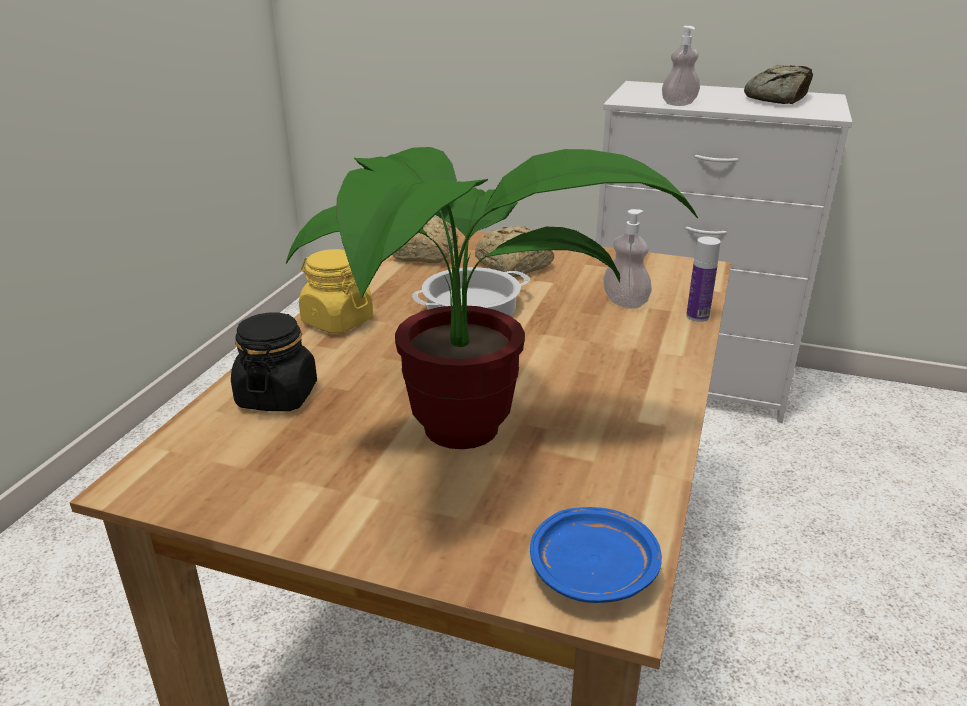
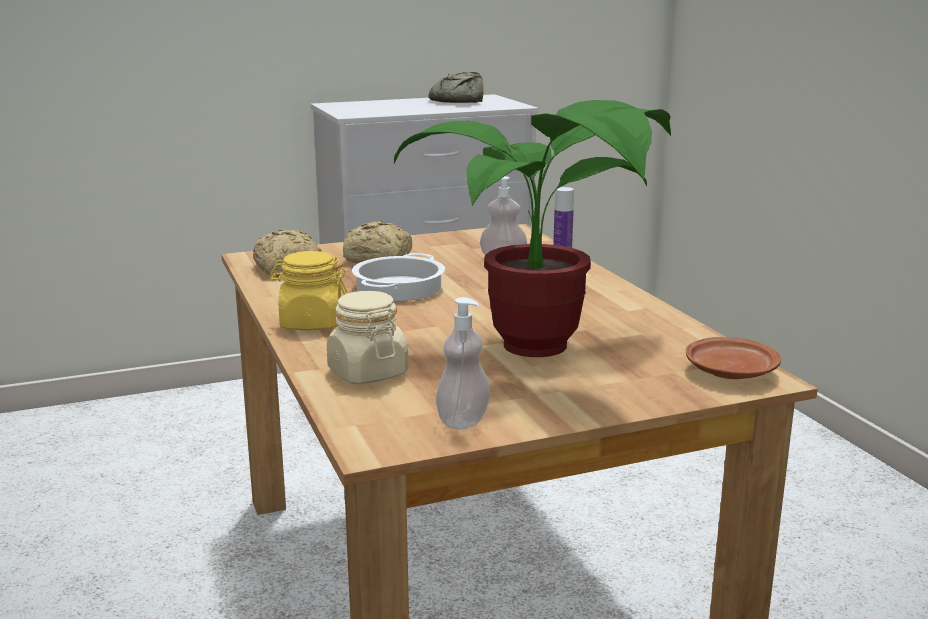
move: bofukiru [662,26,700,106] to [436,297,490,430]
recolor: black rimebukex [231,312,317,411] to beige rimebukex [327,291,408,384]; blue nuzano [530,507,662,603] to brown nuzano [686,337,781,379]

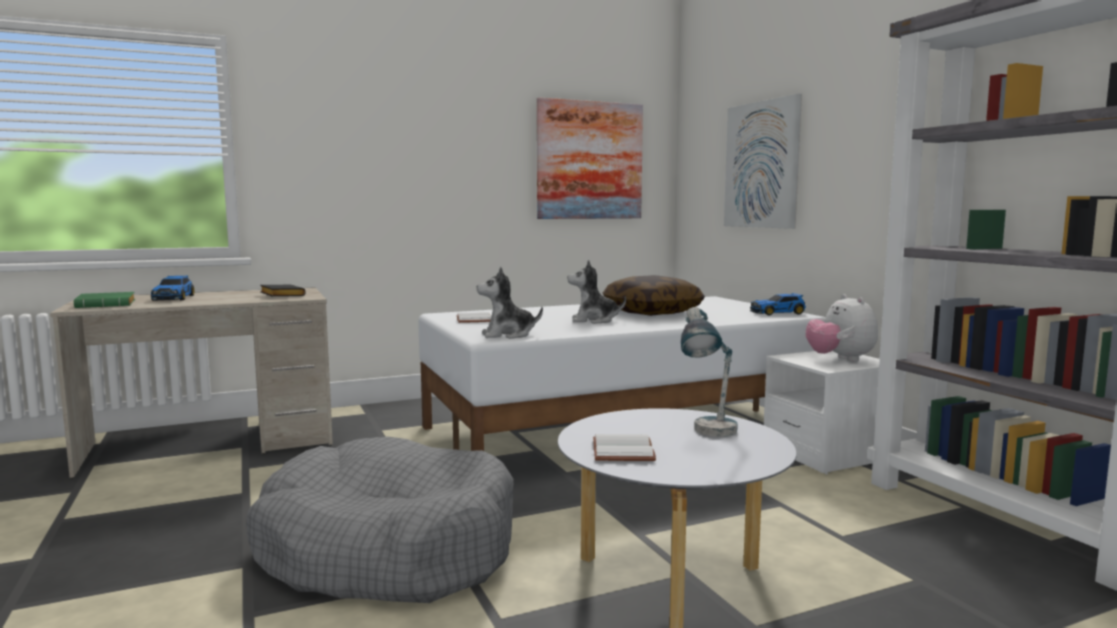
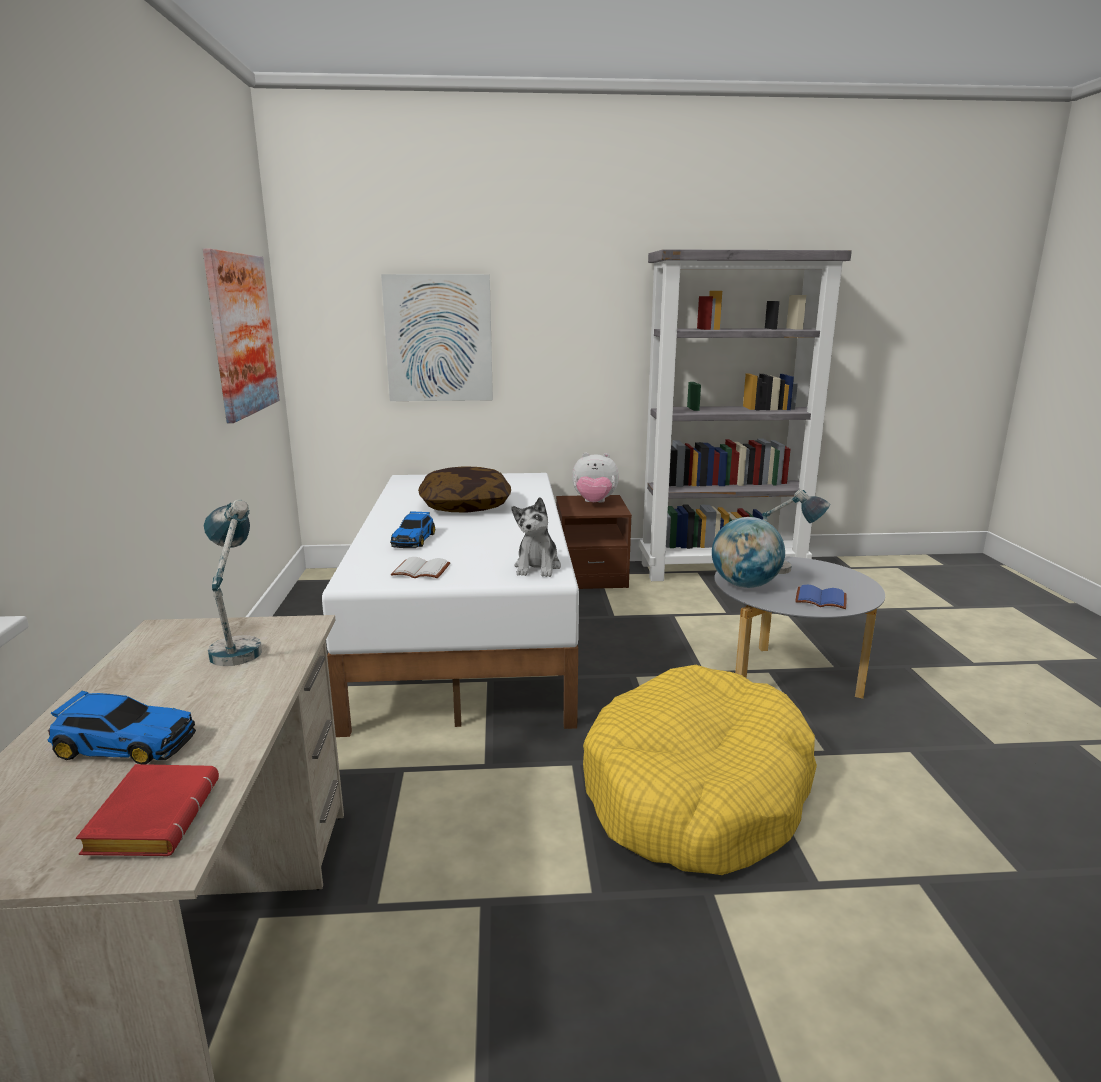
delete: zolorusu [567,260,626,324]
insert: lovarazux [712,517,785,588]
move: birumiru [750,293,806,315] to [390,511,435,548]
replace: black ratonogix [260,285,306,296] to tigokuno [204,499,262,666]
recolor: green ratonogix [74,292,135,308] to red ratonogix [76,764,219,856]; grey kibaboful [246,436,514,603] to yellow kibaboful [583,665,817,875]; white ratonogix [593,434,656,461] to blue ratonogix [795,585,847,609]; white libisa [764,351,879,474] to brown libisa [556,495,632,589]

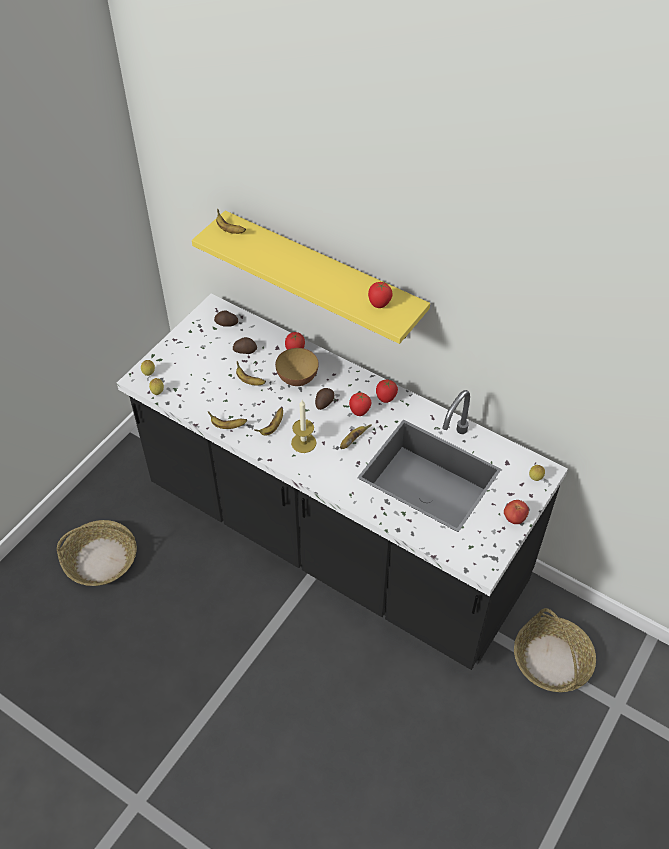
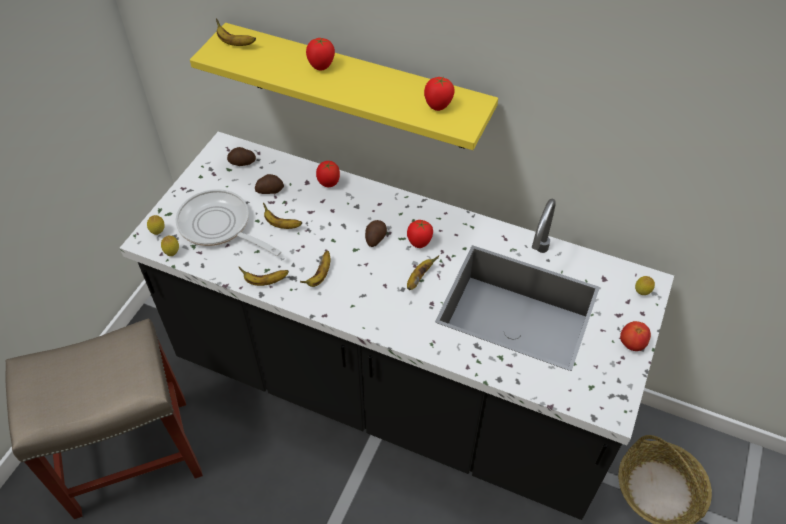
delete: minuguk [275,348,319,386]; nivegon [291,400,317,453]
insert: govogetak [175,189,281,256]
move: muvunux [376,379,398,403] to [306,37,335,71]
replace: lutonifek [57,520,137,586] to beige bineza [5,319,203,519]

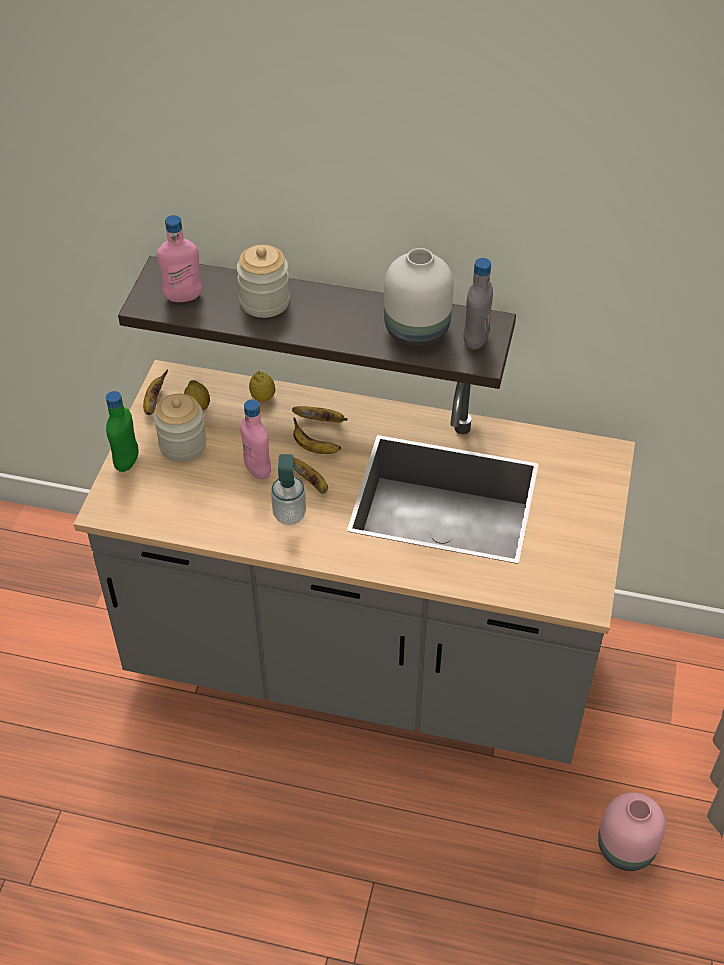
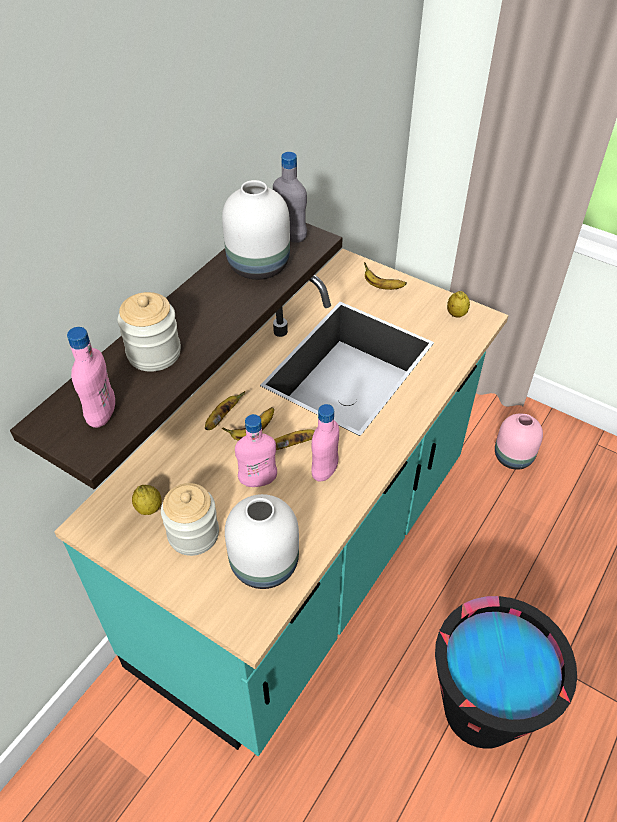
delete: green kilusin [106,391,139,472]
insert: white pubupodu [225,494,299,589]; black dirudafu [435,596,577,749]
move: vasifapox [143,369,168,415] to [364,262,407,290]; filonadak [249,371,276,401] to [447,291,470,318]
replace: bofukiru [271,454,306,525] to pink kilusin [311,404,339,482]
recolor: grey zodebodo [74,360,635,764] to turquoise zodebodo [54,249,509,756]

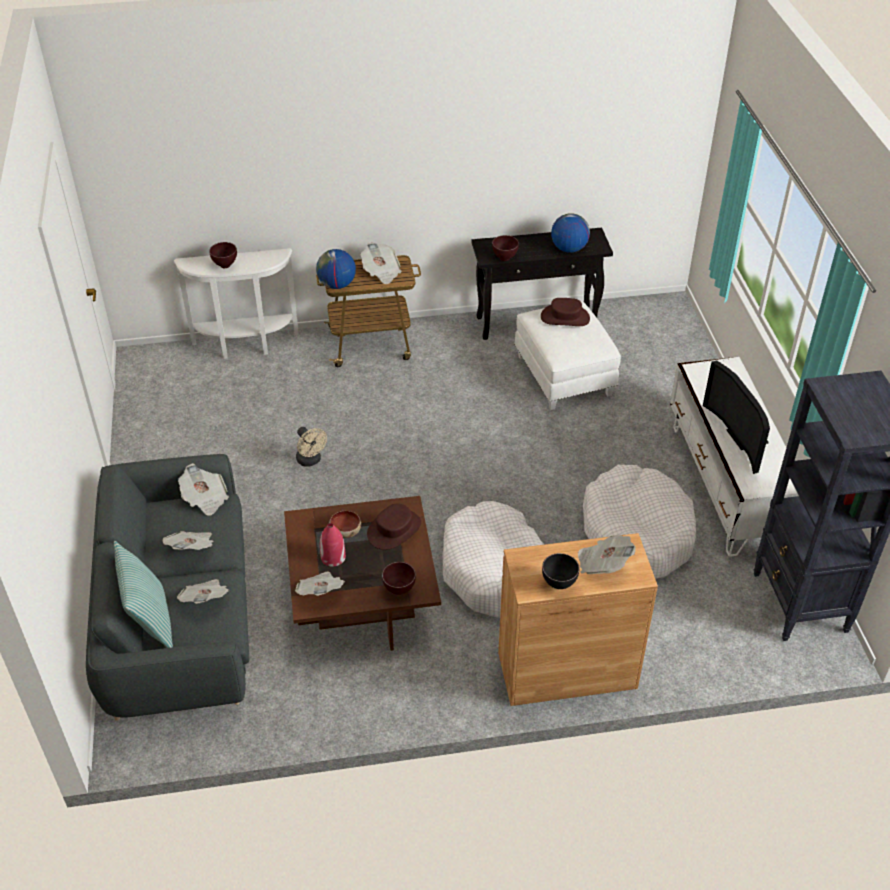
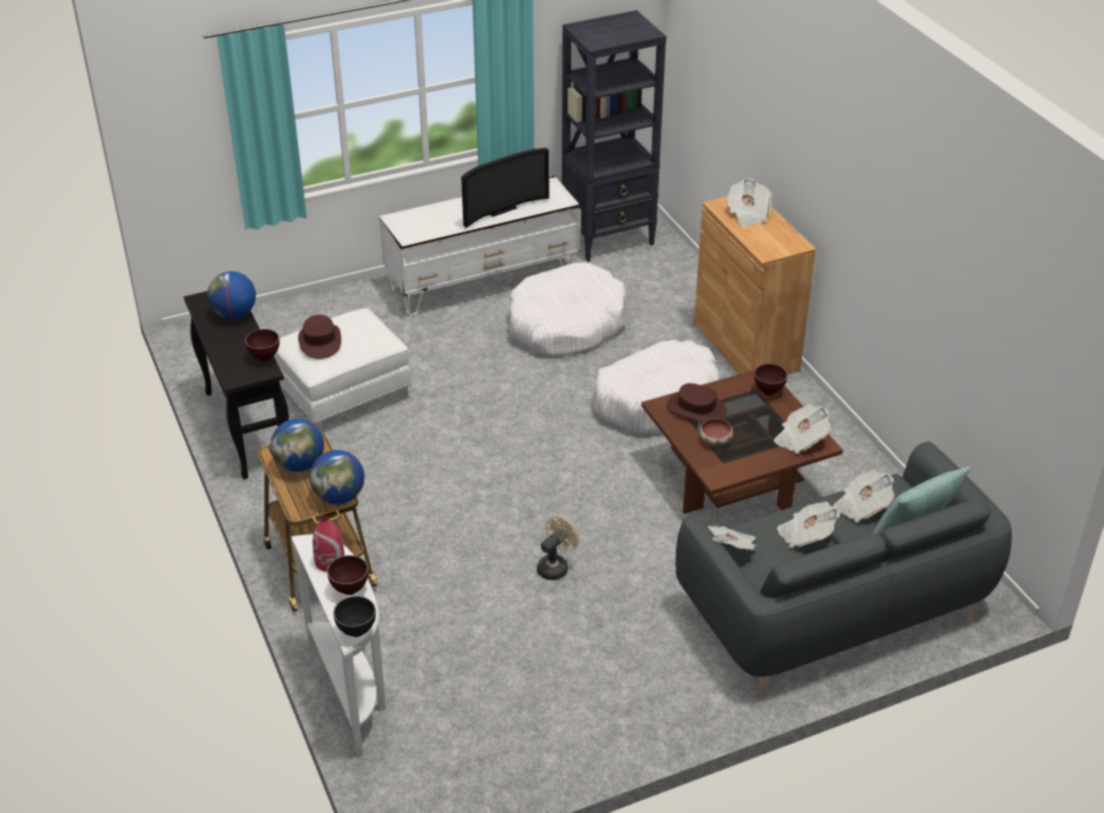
move: red pubupodu [320,523,346,567] to [313,517,345,572]; black minuguk [542,553,580,589] to [333,596,376,637]
replace: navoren [361,242,402,284] to lovarazux [270,419,324,472]

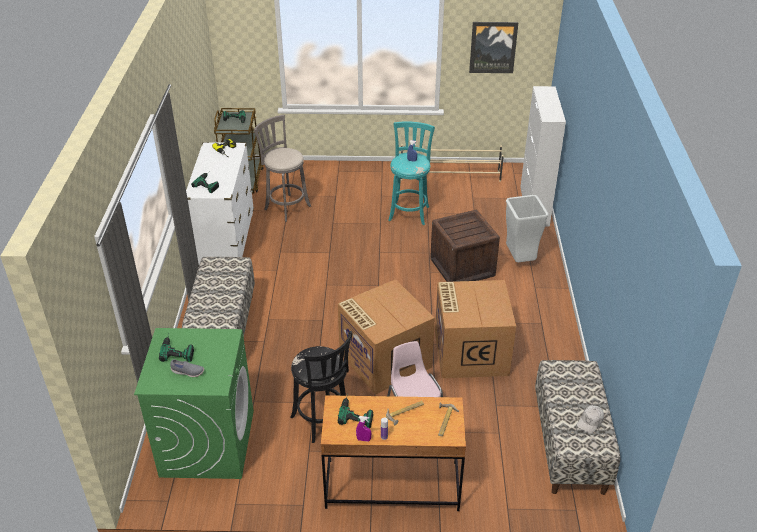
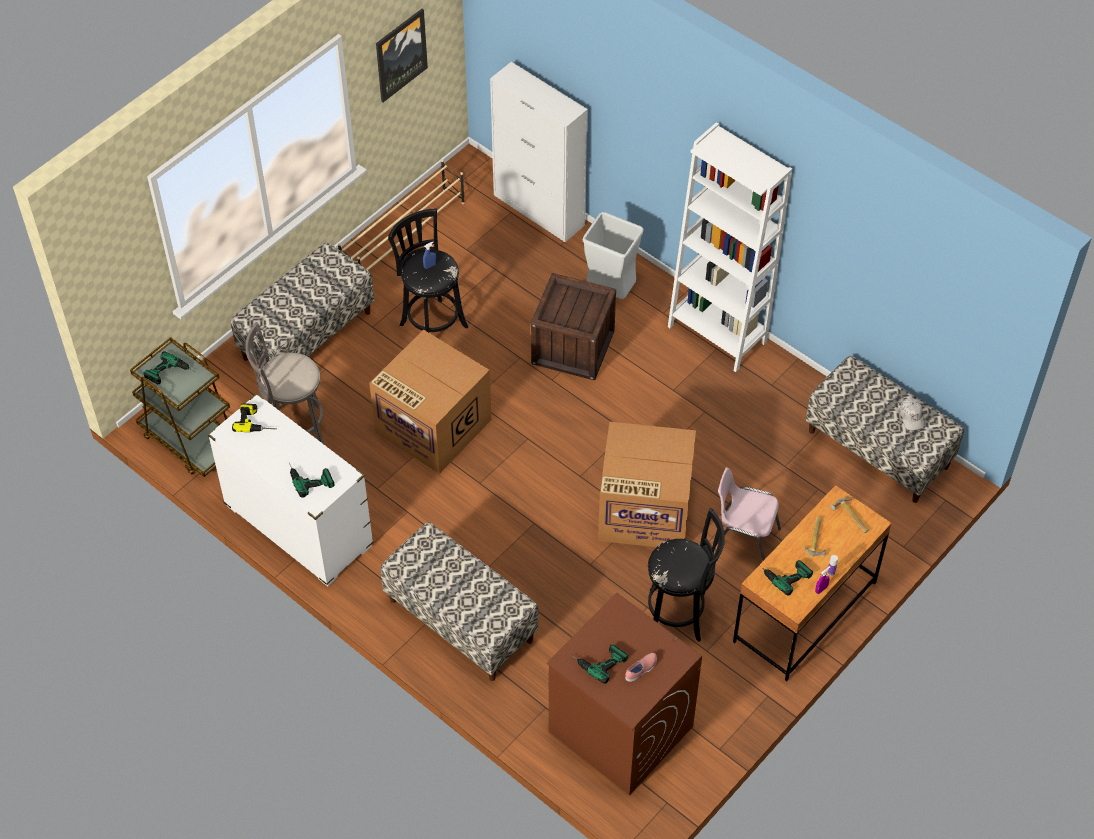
insert: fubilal [231,242,374,363]; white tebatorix [668,123,792,372]
move: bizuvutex [435,280,516,378] to [369,330,491,474]
recolor: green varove [134,328,254,479] to brown varove [547,593,702,795]; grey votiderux [170,359,204,377] to pink votiderux [625,653,657,682]; turquoise bineza [388,121,435,225] to black bineza [388,208,468,332]

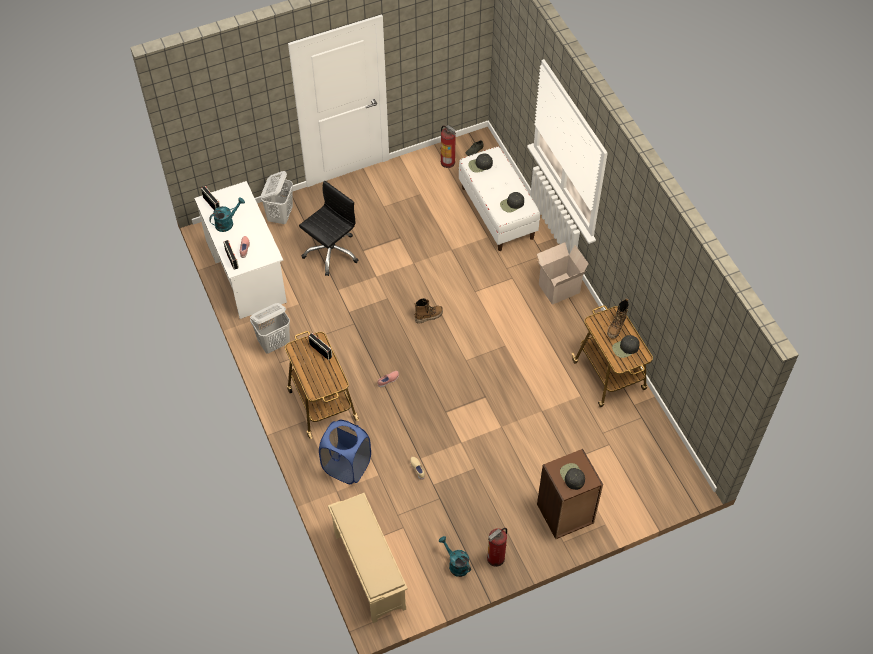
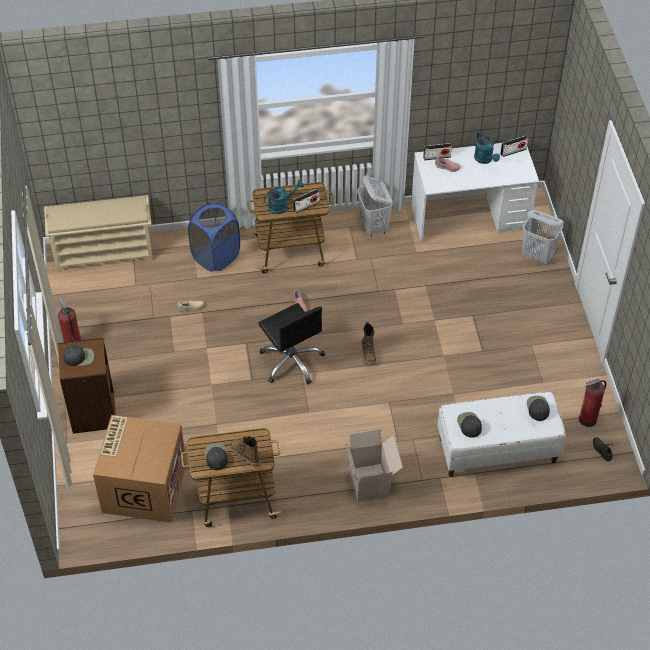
insert: bizuvutex [93,415,187,523]
move: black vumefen [299,180,358,276] to [258,303,325,384]; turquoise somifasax [439,536,471,577] to [264,180,304,214]

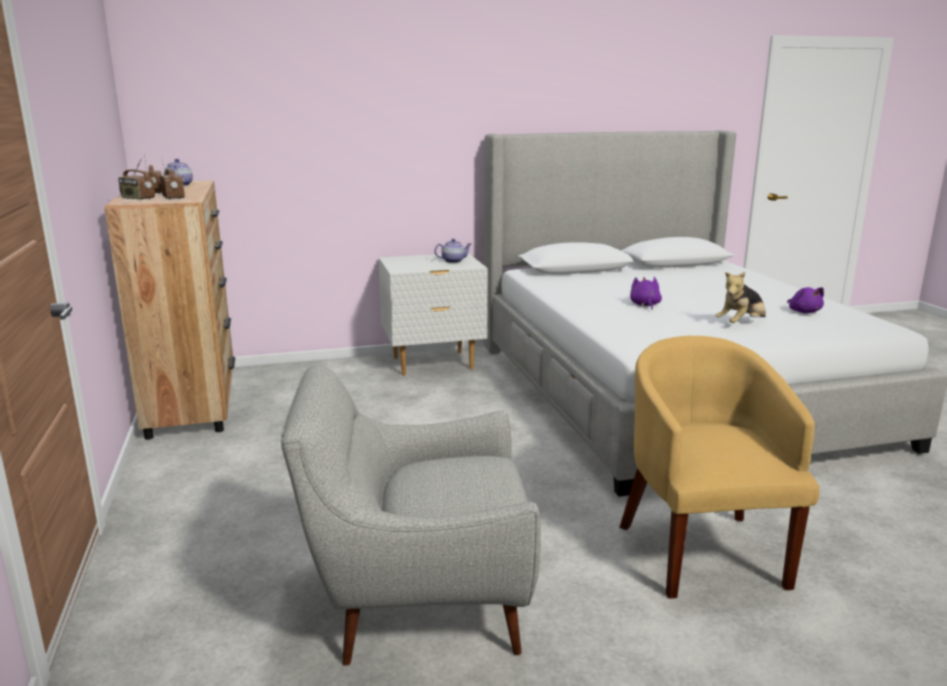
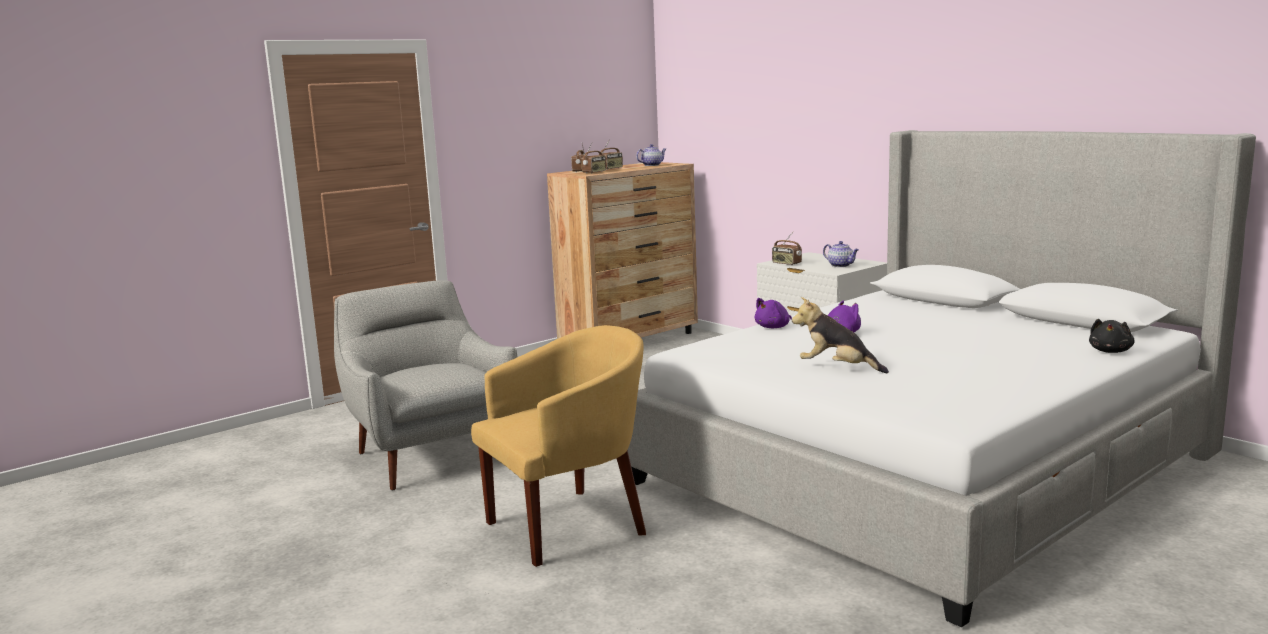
insert: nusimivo [772,231,802,265]; black zolorusu [1089,319,1135,353]
move: purple zolorusu [787,287,824,313] to [755,298,792,328]

